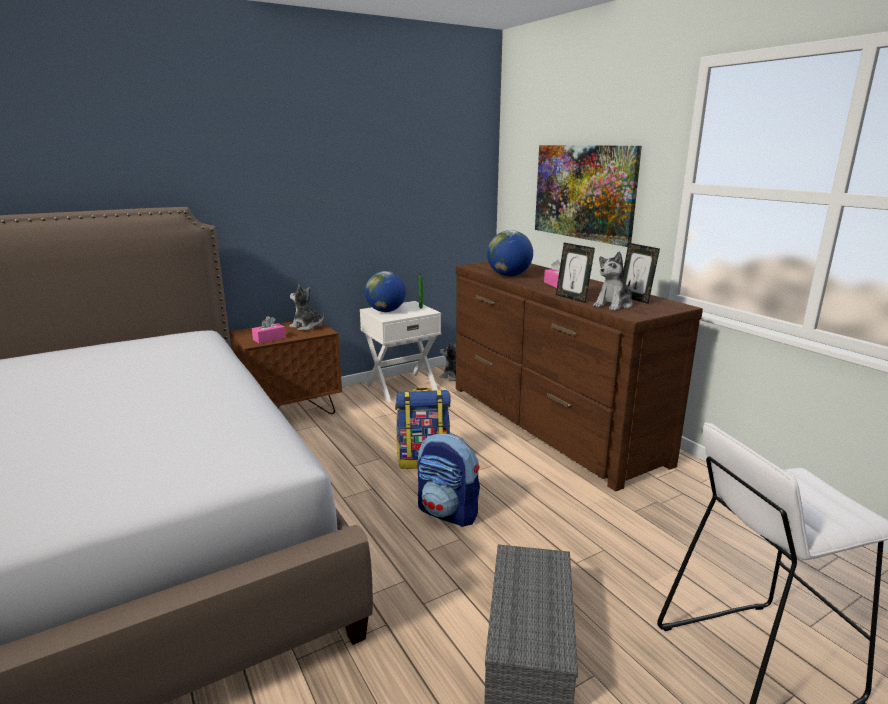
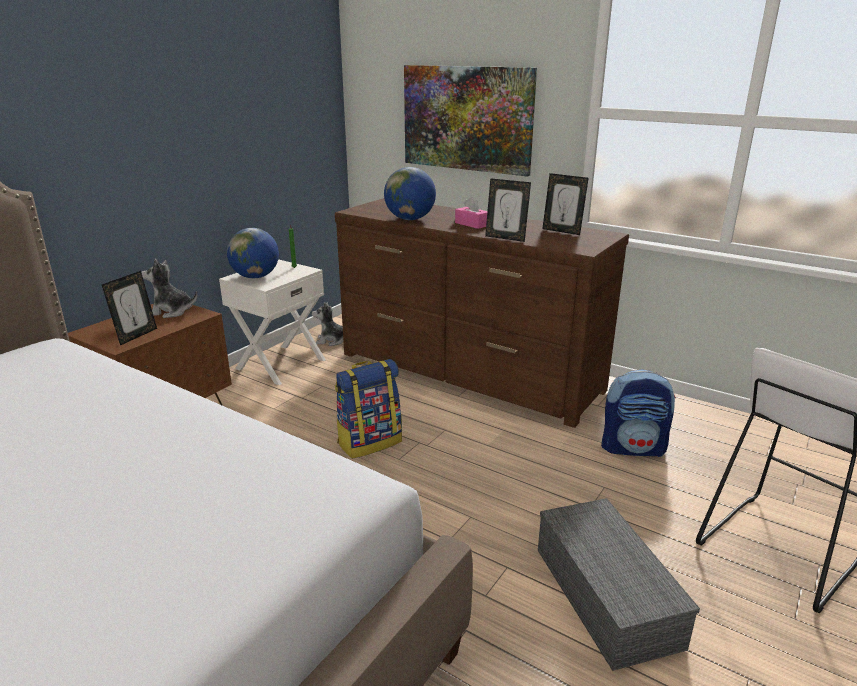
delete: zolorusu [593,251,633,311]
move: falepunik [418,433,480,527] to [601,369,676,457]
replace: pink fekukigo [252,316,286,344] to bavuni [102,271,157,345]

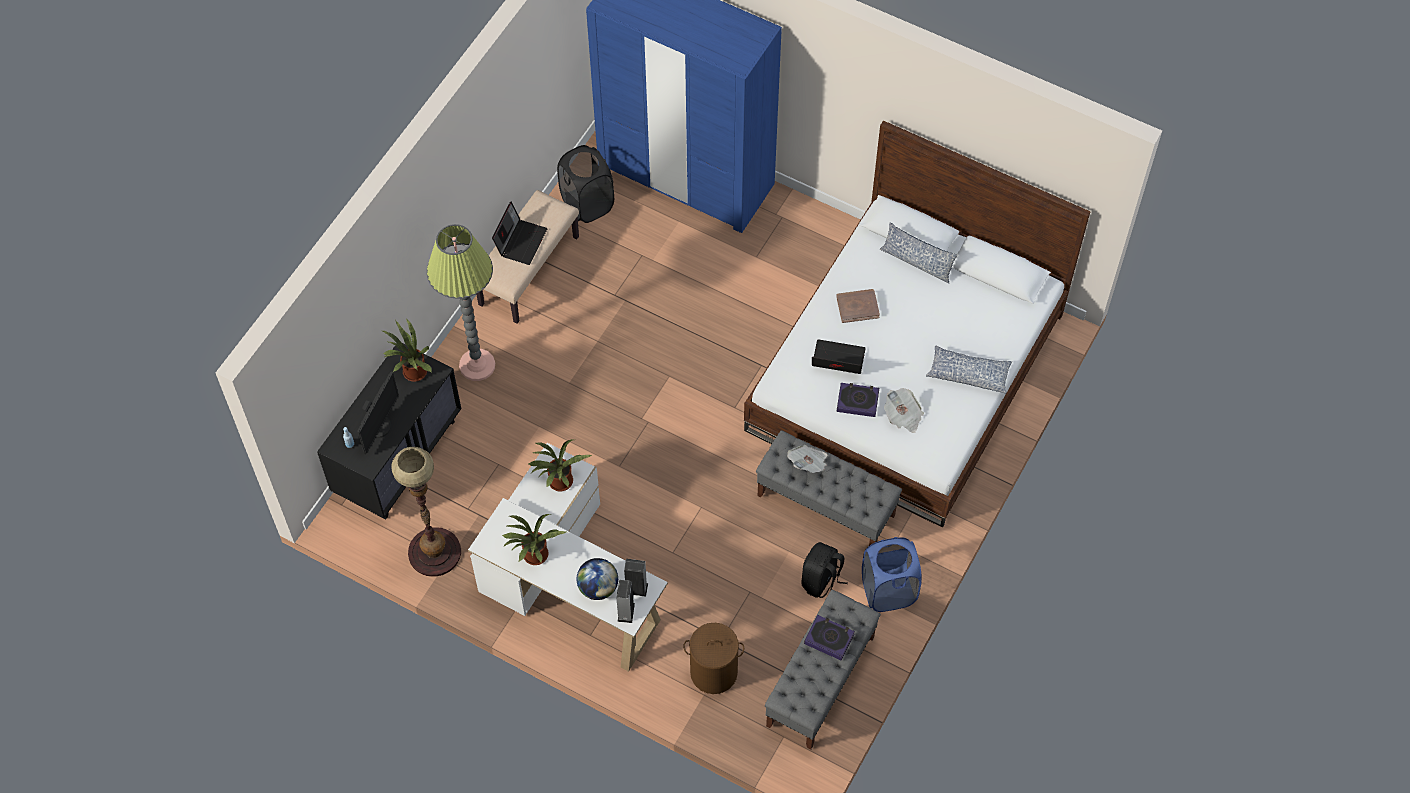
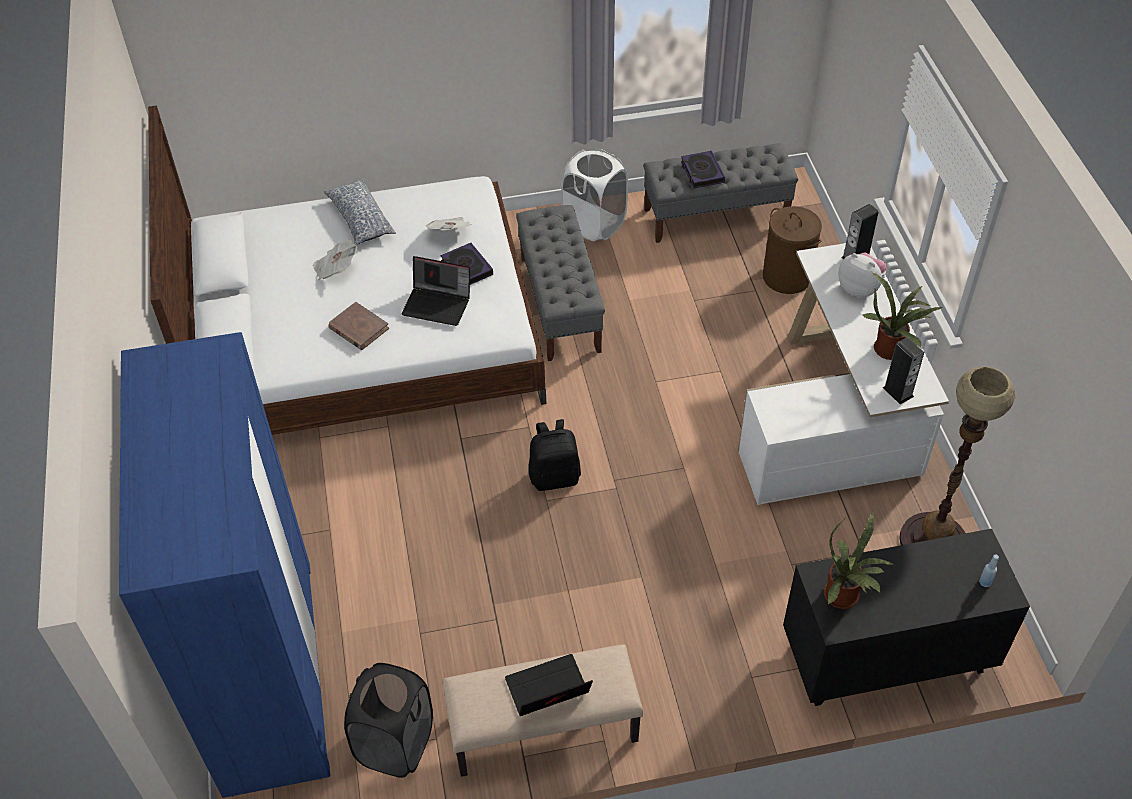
delete: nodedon [357,371,399,454]; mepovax [427,224,495,381]; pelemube [529,439,593,491]; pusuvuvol [880,223,958,284]
move: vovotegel [624,559,648,597] to [882,337,924,404]; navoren [787,445,827,473] to [313,240,357,281]; black falepunik [802,542,848,598] to [529,419,581,491]
replace: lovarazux [576,558,618,600] to zolorusu [838,252,887,297]
recolor: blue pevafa [862,537,922,612] to white pevafa [561,149,628,241]
rotate: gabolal [812,339,866,374] = [401,256,470,326] 45 degrees counterclockwise

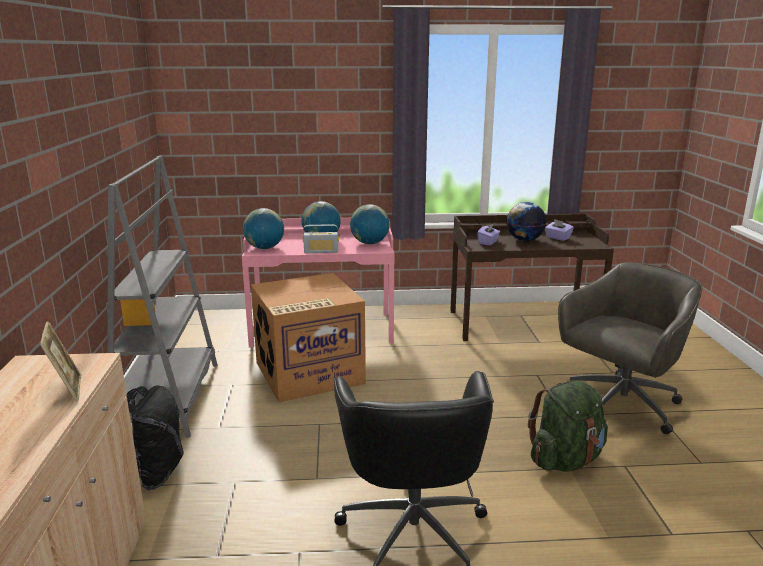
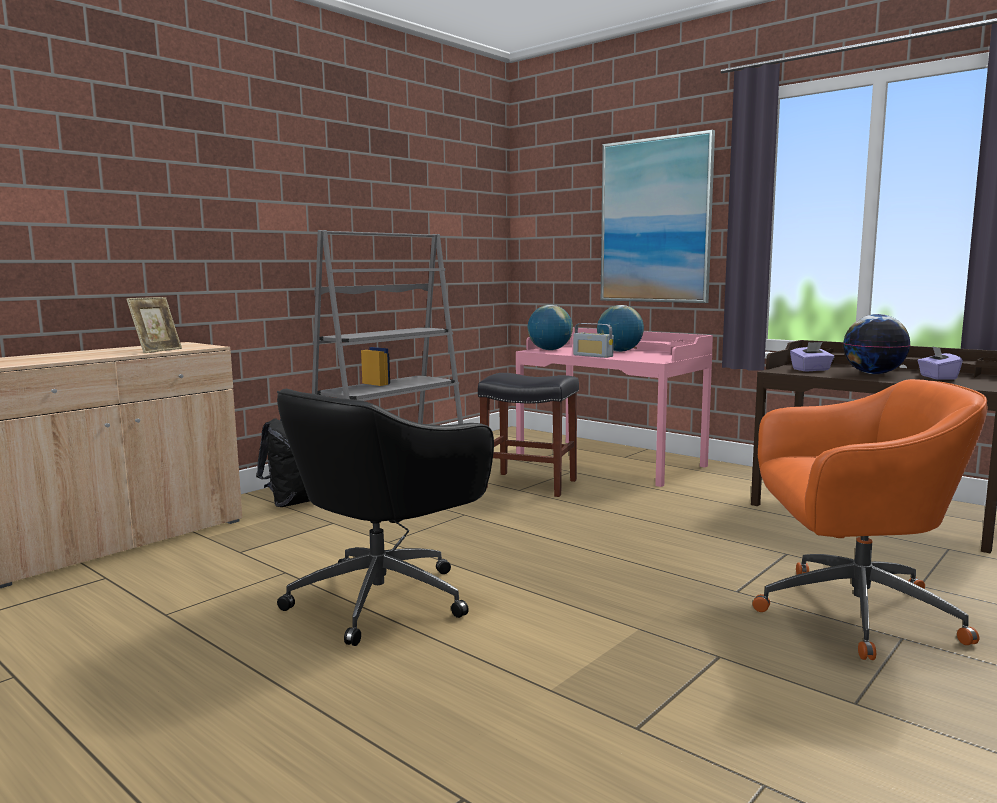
delete: lovarazux [350,204,390,244]; green falepunik [528,380,608,472]
insert: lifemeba [601,130,715,303]
replace: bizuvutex [251,273,366,402] to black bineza [478,373,579,497]
recolor: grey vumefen [558,262,702,434] to orange vumefen [752,379,988,660]

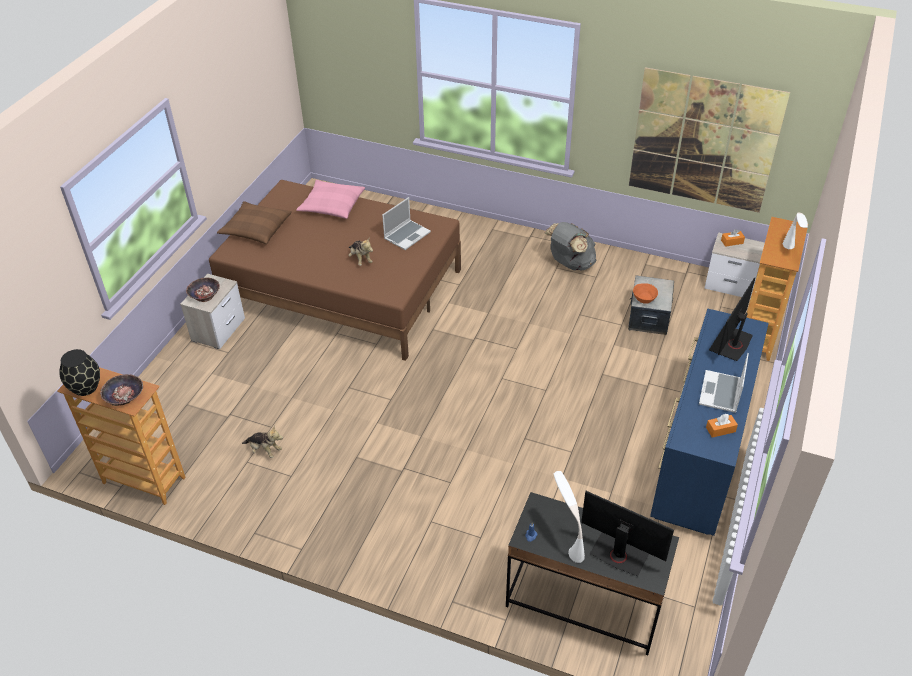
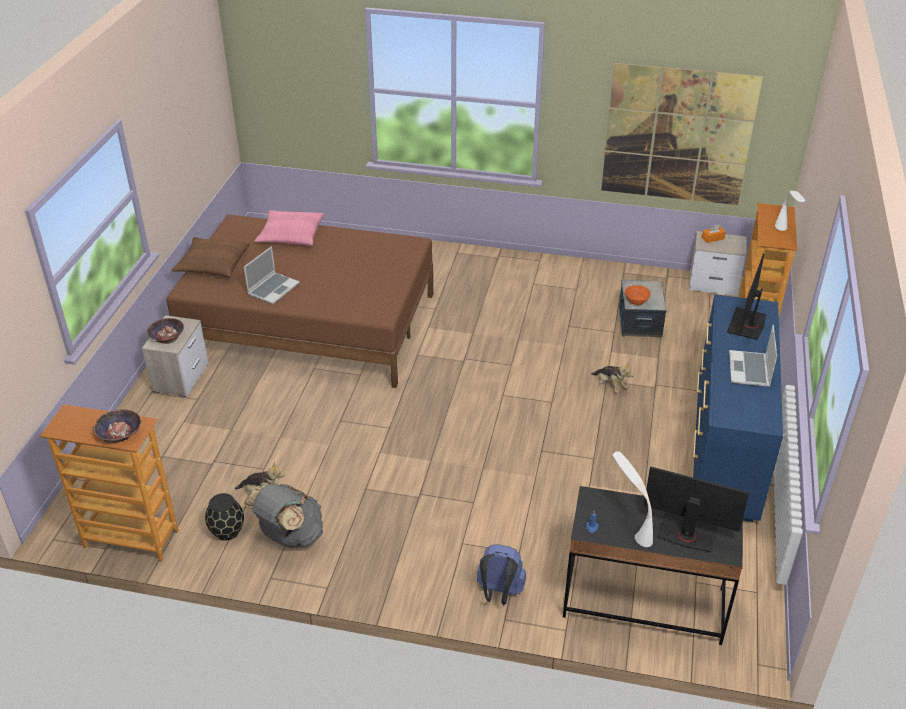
delete: orange fekukigo [706,414,738,438]
insert: blue falepunik [477,544,526,605]
move: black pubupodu [59,349,100,396] to [205,493,244,541]; zolorusu [349,237,373,266] to [591,362,634,393]; gabolal [382,197,431,250] to [244,246,300,304]; grey falepunik [545,222,596,271] to [244,484,323,548]

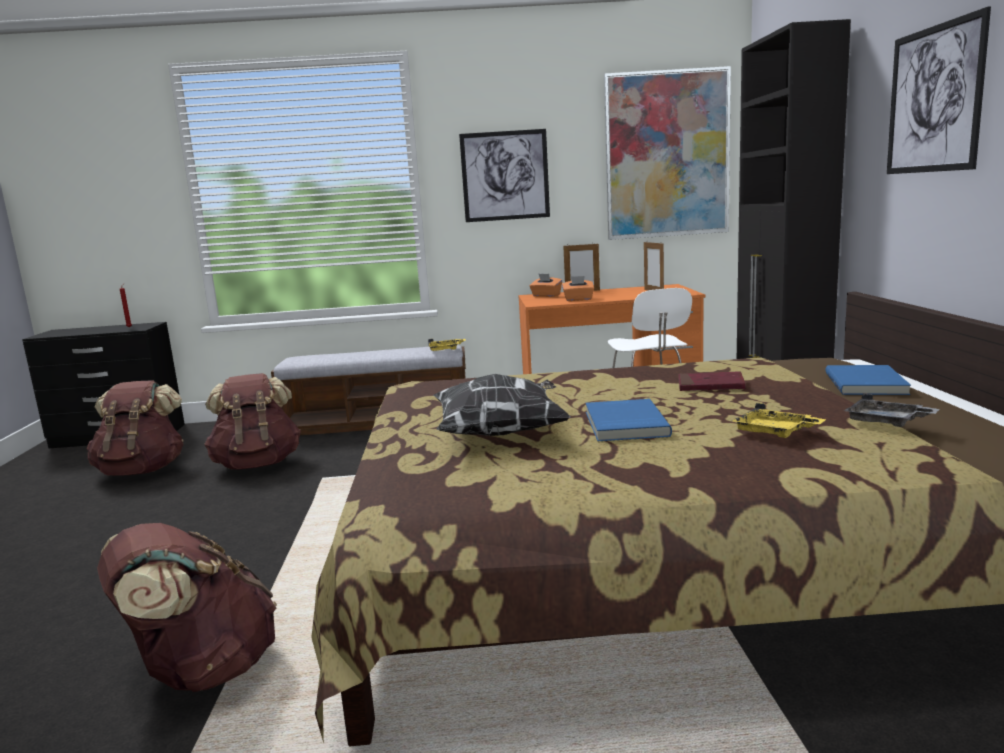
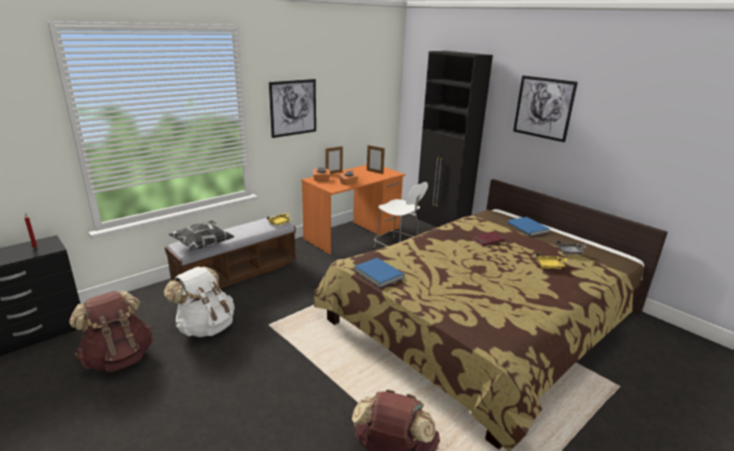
delete: lifemeba [604,66,731,240]
move: pusuvuvol [433,374,571,436] to [168,220,235,251]; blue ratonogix [586,399,672,441] to [355,258,405,288]
recolor: brown falepunik [204,373,301,470] to white falepunik [164,266,234,337]

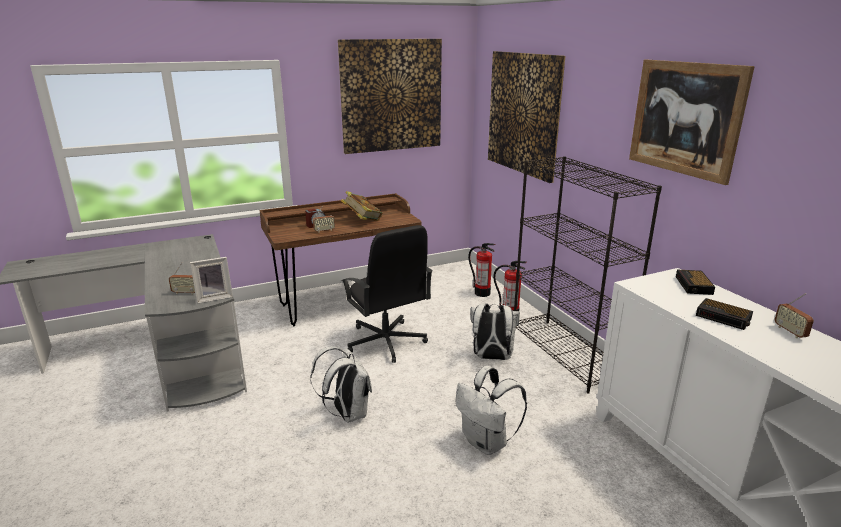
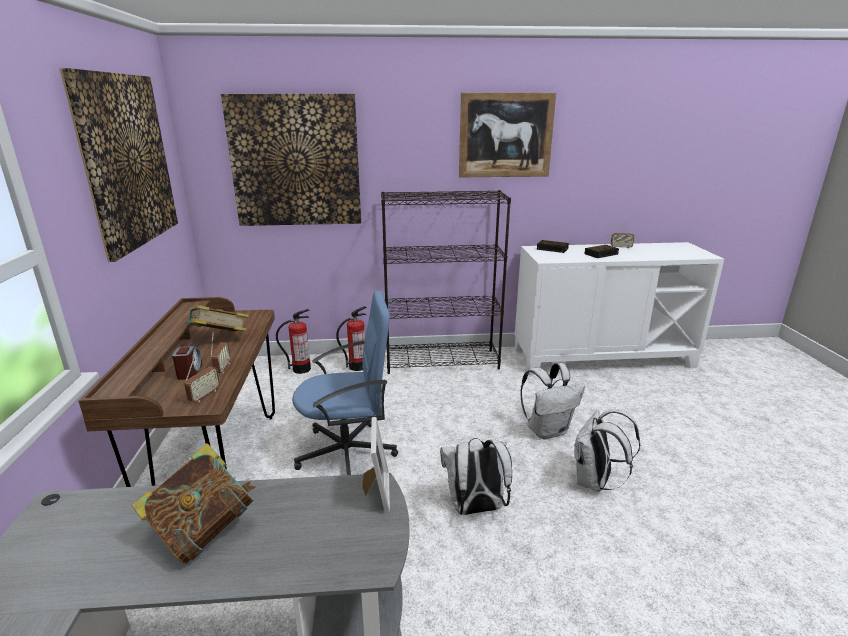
insert: ratonogix [131,443,256,564]
move: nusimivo [169,262,195,295] to [184,356,220,402]; white falepunik [471,303,520,360] to [574,409,640,492]
recolor: black vumefen [341,225,433,363] to blue vumefen [292,291,398,475]

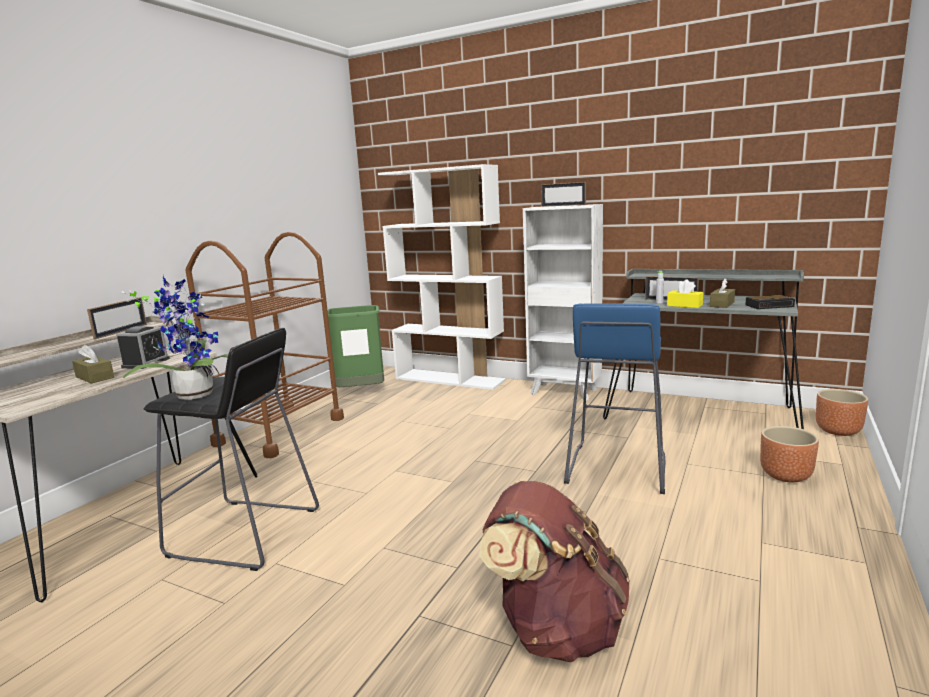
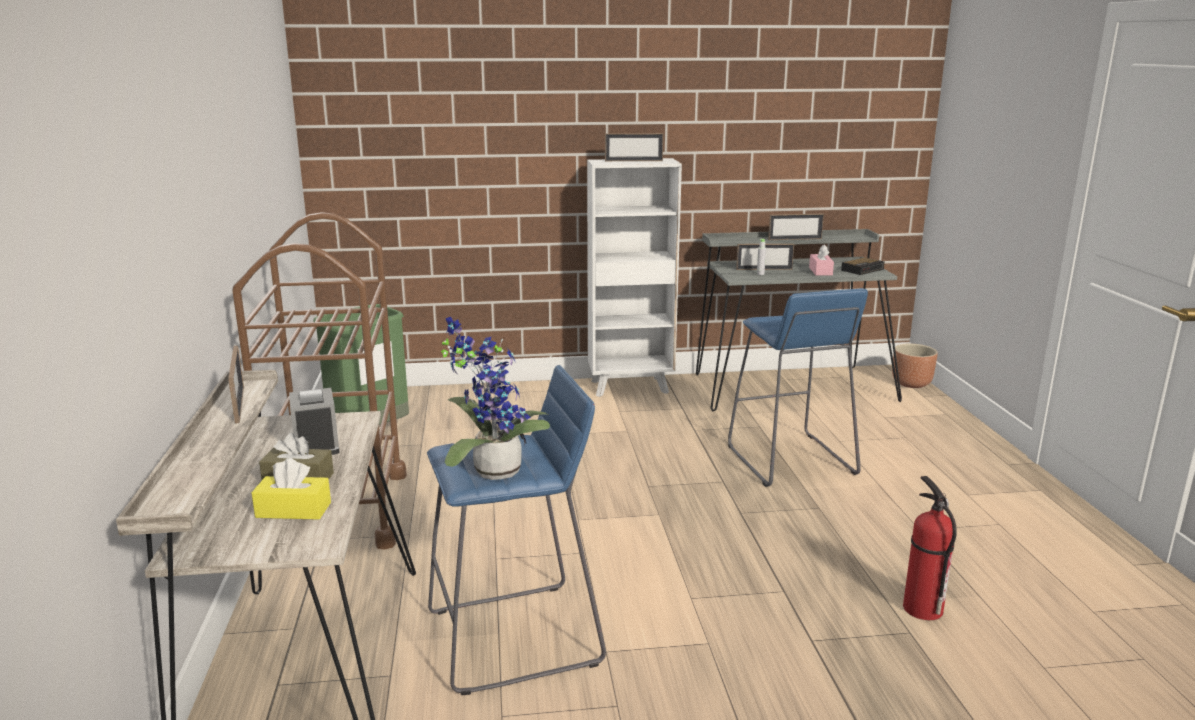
delete: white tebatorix [378,164,506,390]; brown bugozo [760,426,819,483]
insert: bavuni [768,214,824,240]
move: yellow fekukigo [667,279,703,308] to [251,458,331,520]
replace: brown falepunik [479,481,630,662] to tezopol [903,476,957,620]
recolor: black bineza [143,328,319,571] to blue bineza [427,365,606,695]; brown fekukigo [710,279,735,308] to pink fekukigo [809,244,834,276]

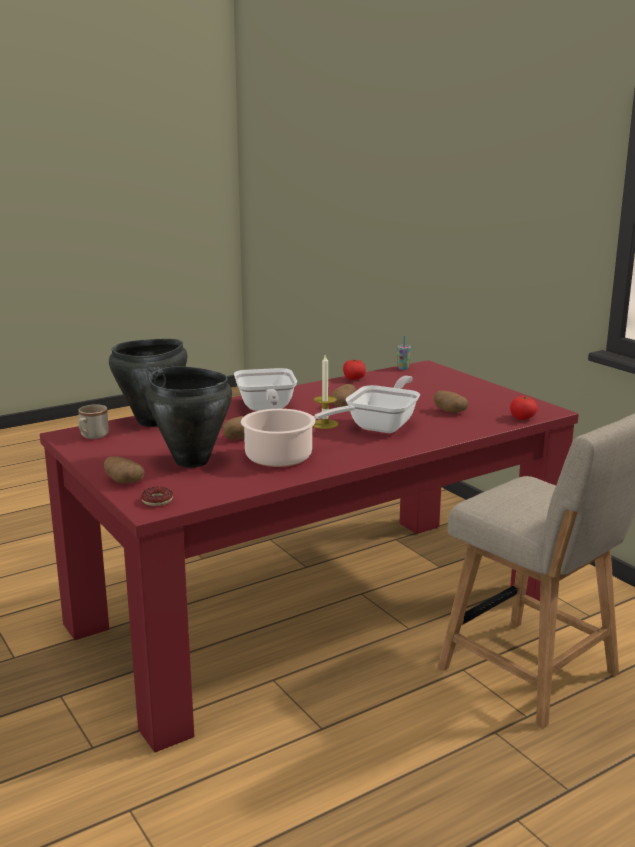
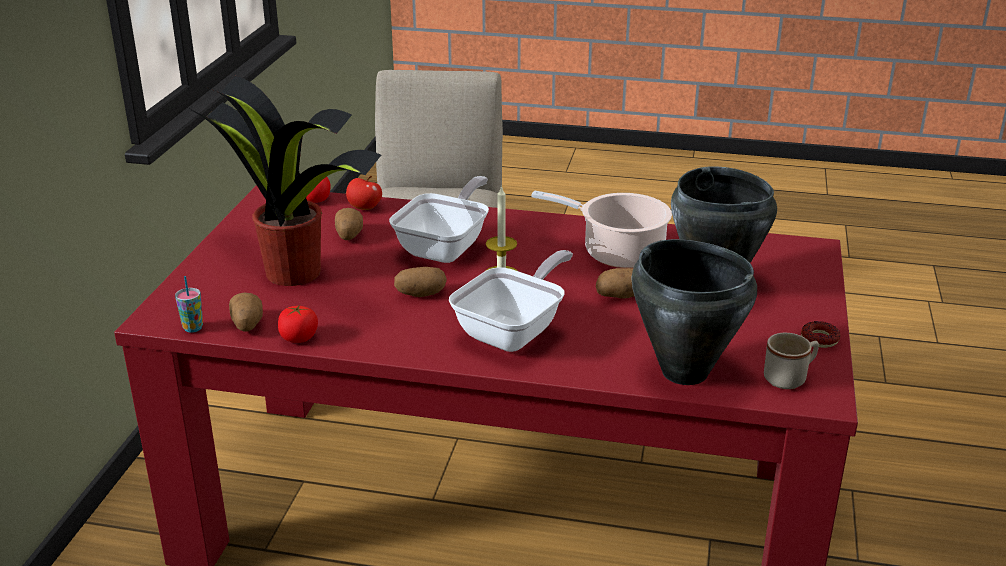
insert: pelemube [190,76,381,286]; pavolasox [346,176,382,210]
move: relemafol [104,457,145,483] to [229,293,263,331]; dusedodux [141,487,173,506] to [801,321,840,348]
rotate: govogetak [345,376,420,433] = [389,176,489,263] 135 degrees clockwise

